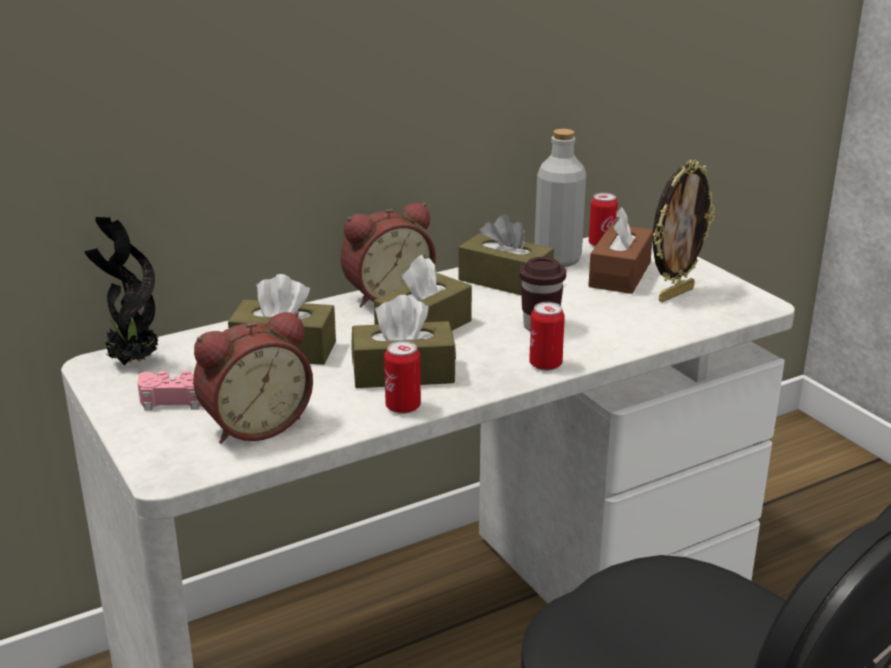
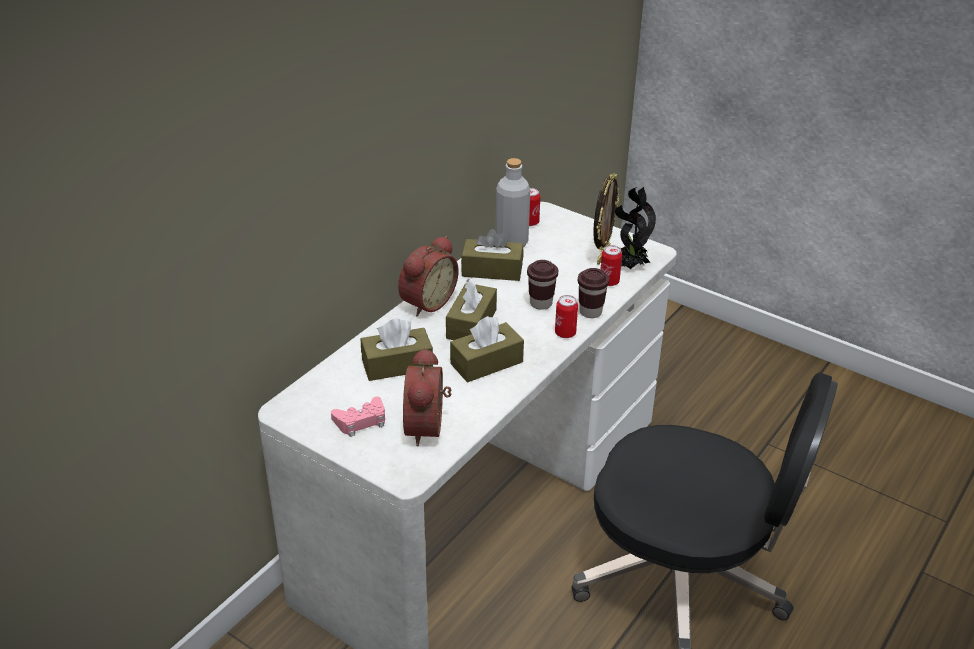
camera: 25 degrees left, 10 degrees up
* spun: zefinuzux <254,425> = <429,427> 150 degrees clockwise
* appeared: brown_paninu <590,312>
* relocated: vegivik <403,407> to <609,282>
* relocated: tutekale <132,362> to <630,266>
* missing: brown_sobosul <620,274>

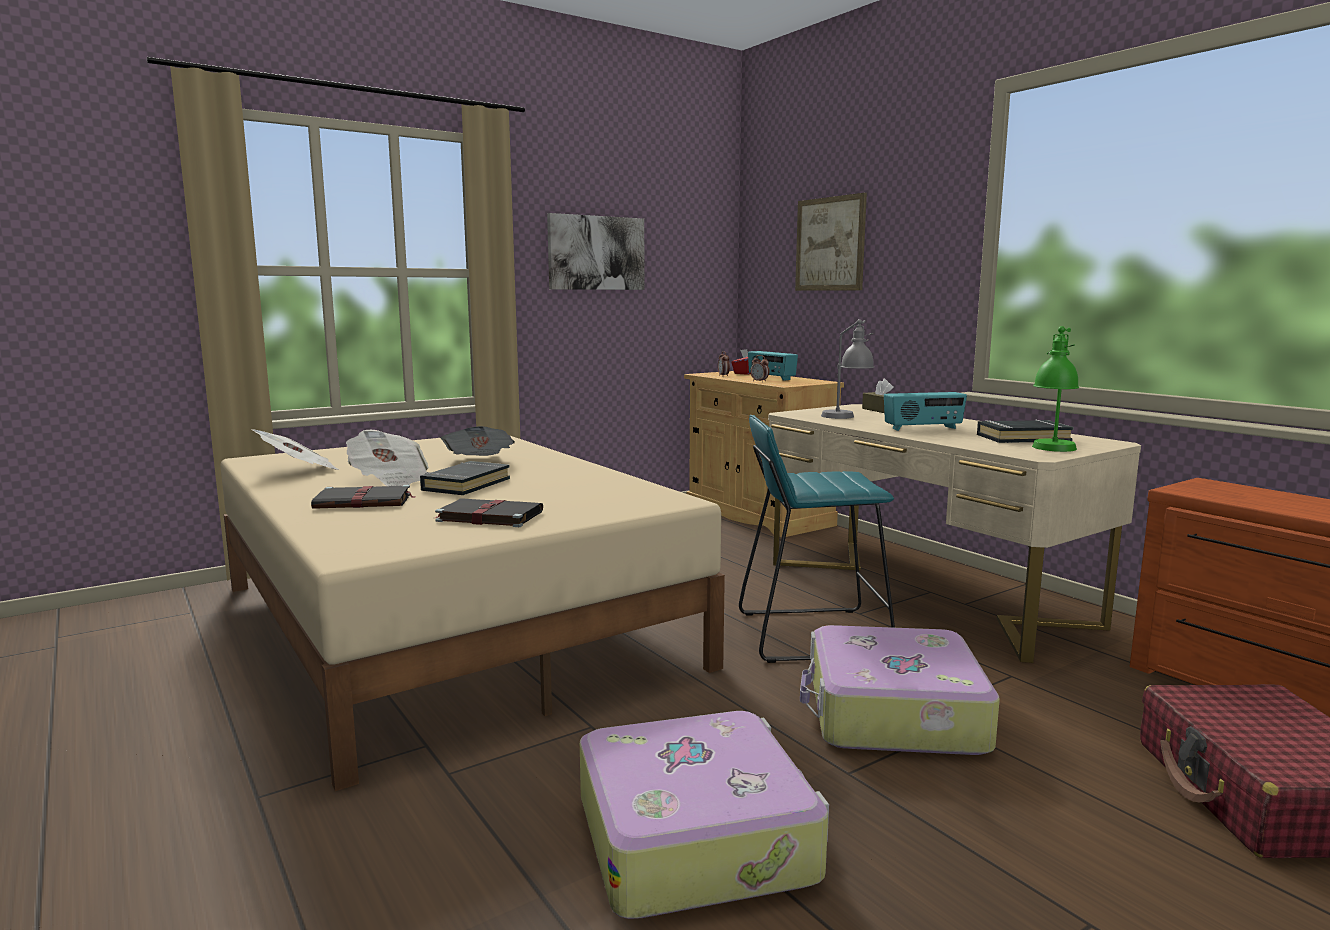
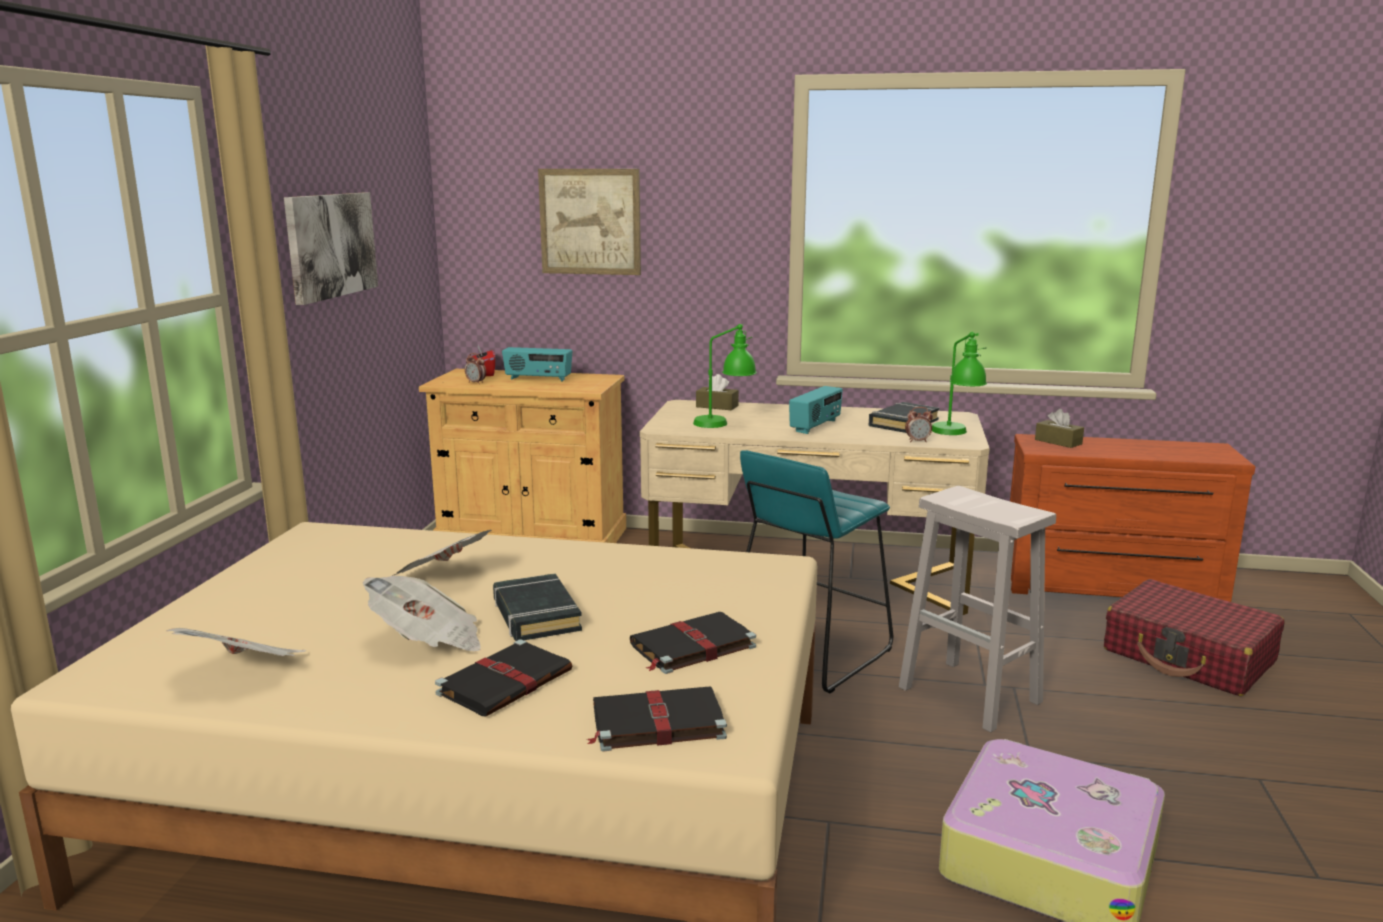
camera: 45 degrees left, 5 degrees up
* appeared: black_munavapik <655,723>
* colour: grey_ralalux <846,418> to green_ralalux <724,424>
* exchanged: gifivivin <892,713> to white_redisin <971,695>
* relocated: zefinuzux <759,381> to <917,441>
* appeared: brown_sobosul <1058,442>

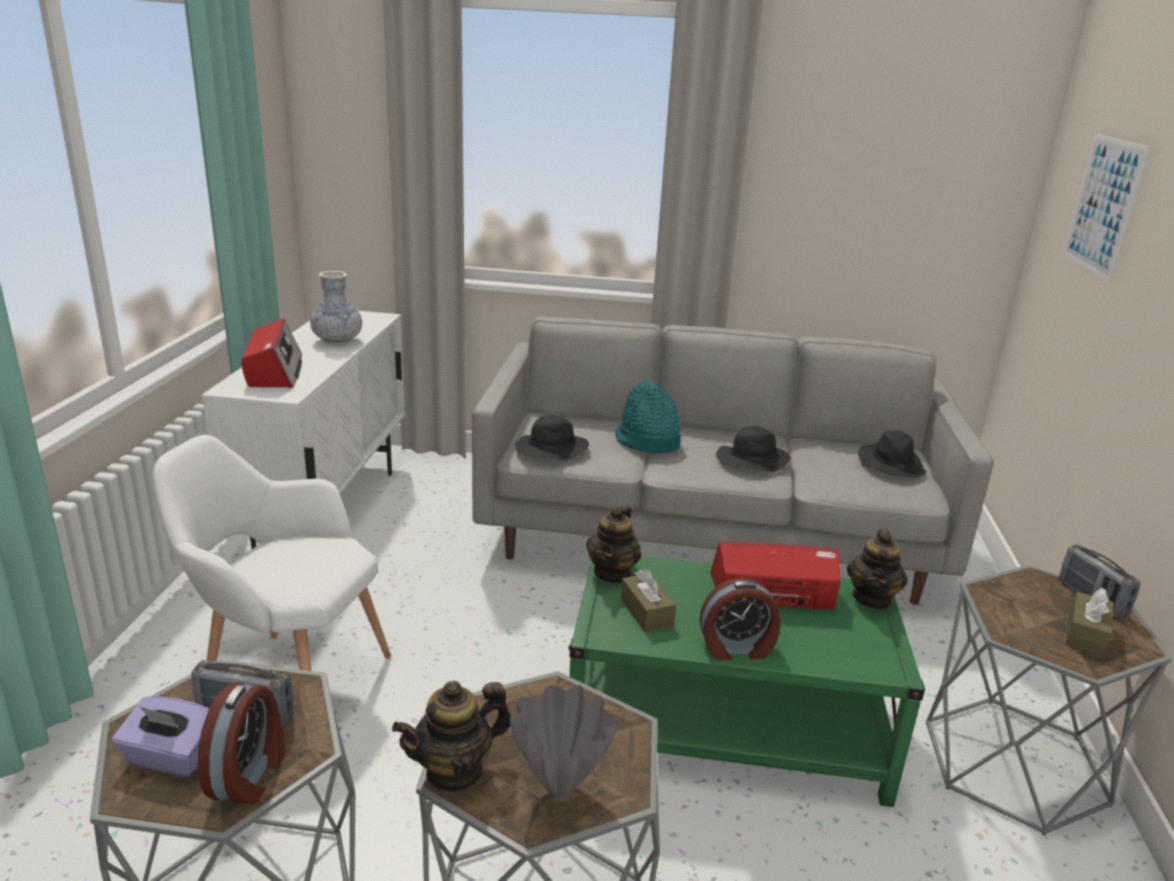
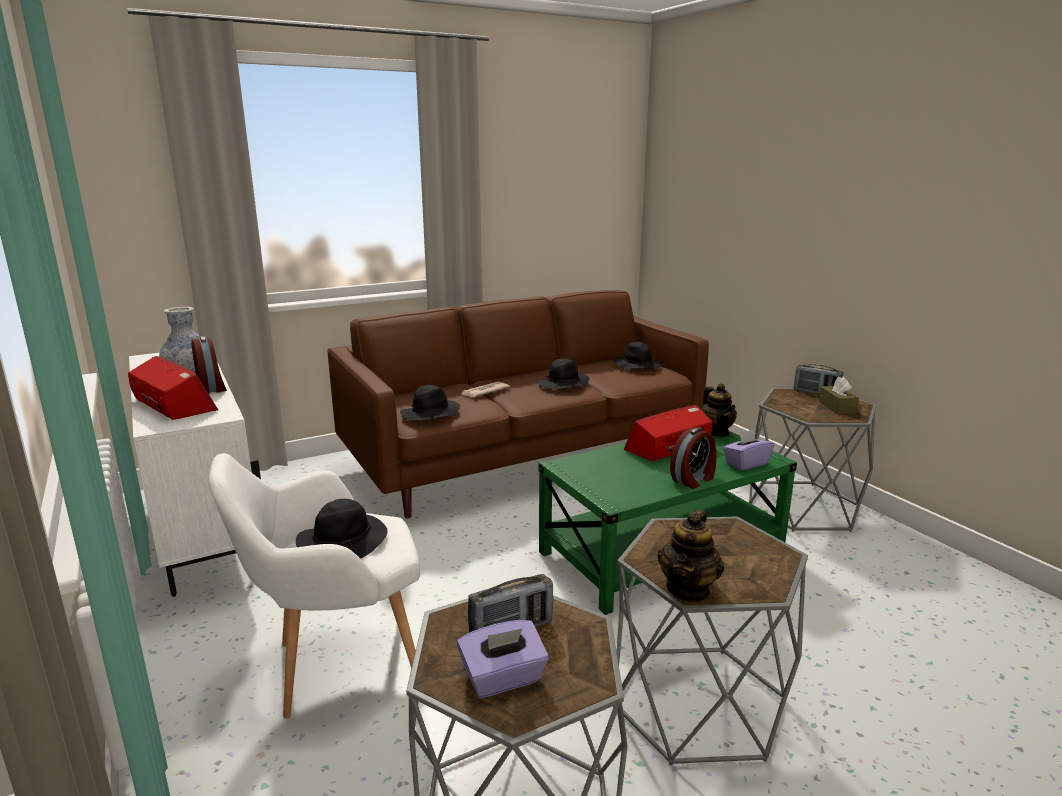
camera: 35 degrees left, 5 degrees down
* relocated: zefinuzux <250,775> to <212,388>
* appeared: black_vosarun <344,541>
* colour: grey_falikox <709,539> to brown_falikox <525,459>
* exchanged: turquoise_vosarun <647,441> to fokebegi <484,392>
* appeared: purple_sobosul <746,463>
* missing: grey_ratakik <560,790>
* missing: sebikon <613,573>
* missing: brown_sobosul <646,613>
* missing: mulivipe <1103,205>

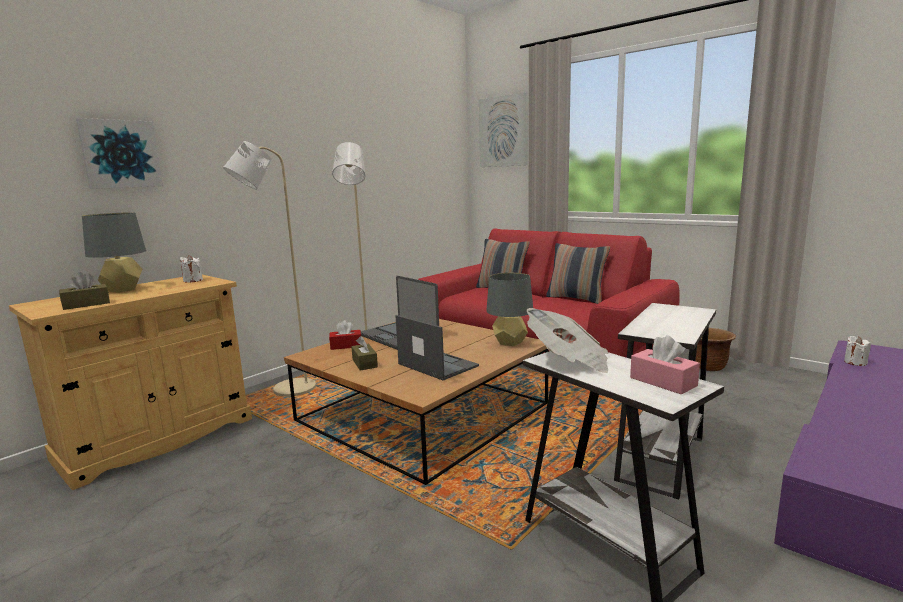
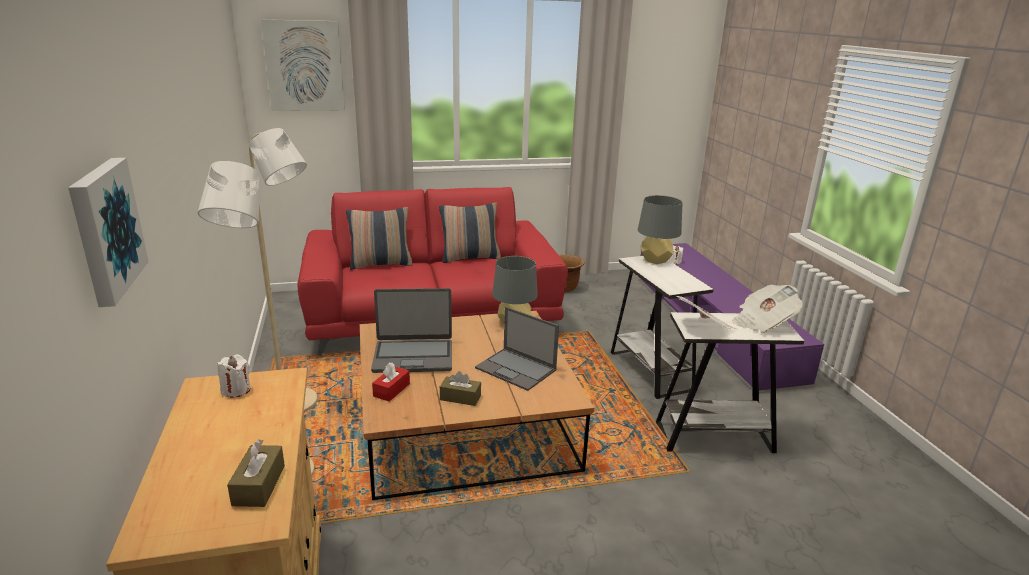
camera: 55 degrees left, 10 degrees up
* spun: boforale <437,365> = <516,369> 135 degrees counterclockwise
* relocated: grey_ralalux <123,290> to <655,260>
* exchanged: pink_sobosul <663,382> to fokebegi <762,322>

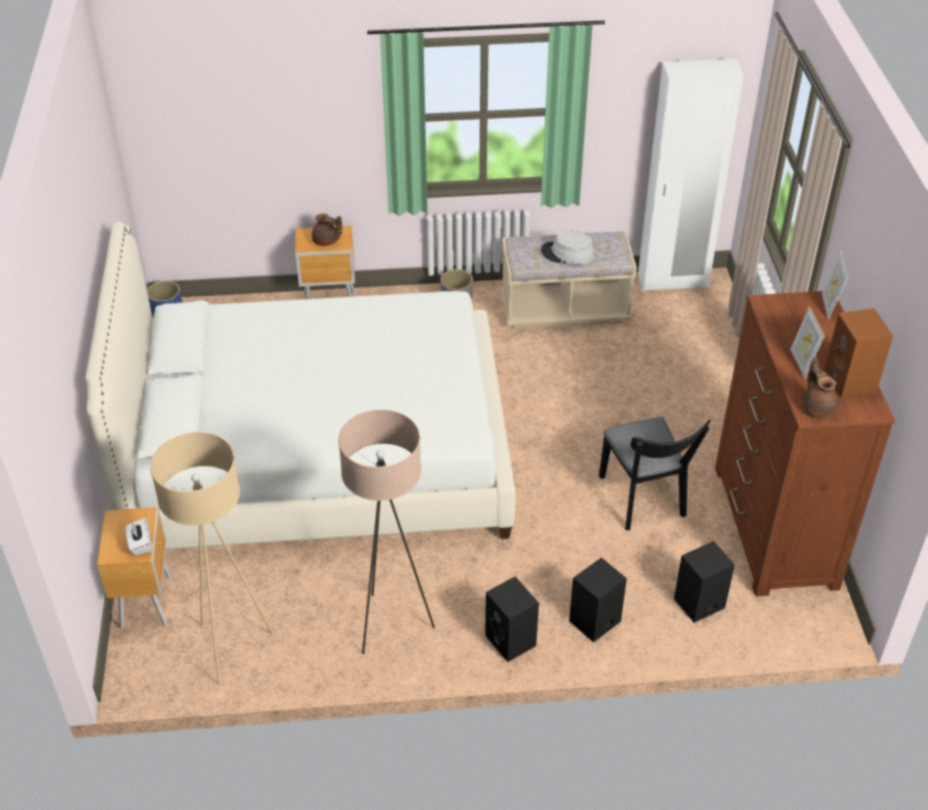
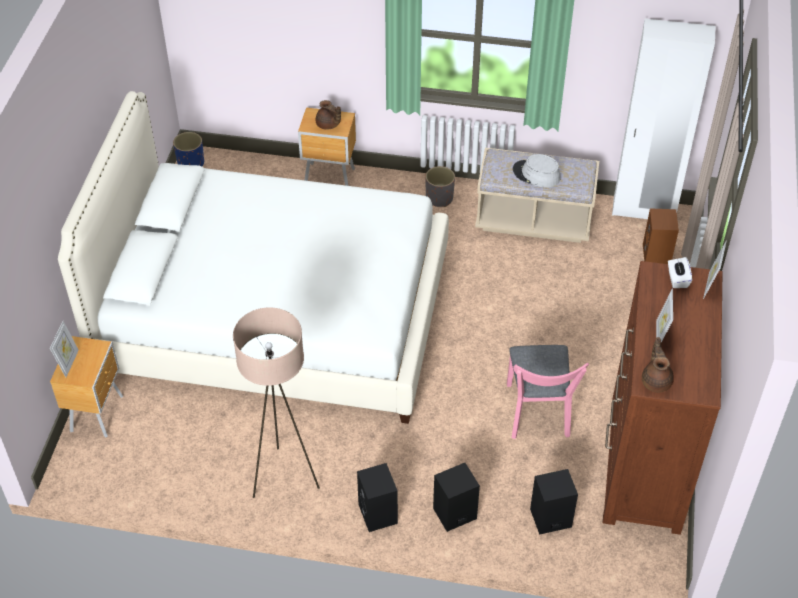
camera: 15 degrees right, 5 degrees up
* appeared: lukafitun <68,363>
* colour: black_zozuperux <644,501> to pink_zozuperux <537,415>
* relocated: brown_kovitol <851,382> to <657,255>
* relocated: white_sobosul <140,544> to <677,279>
* missing: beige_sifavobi <230,647>

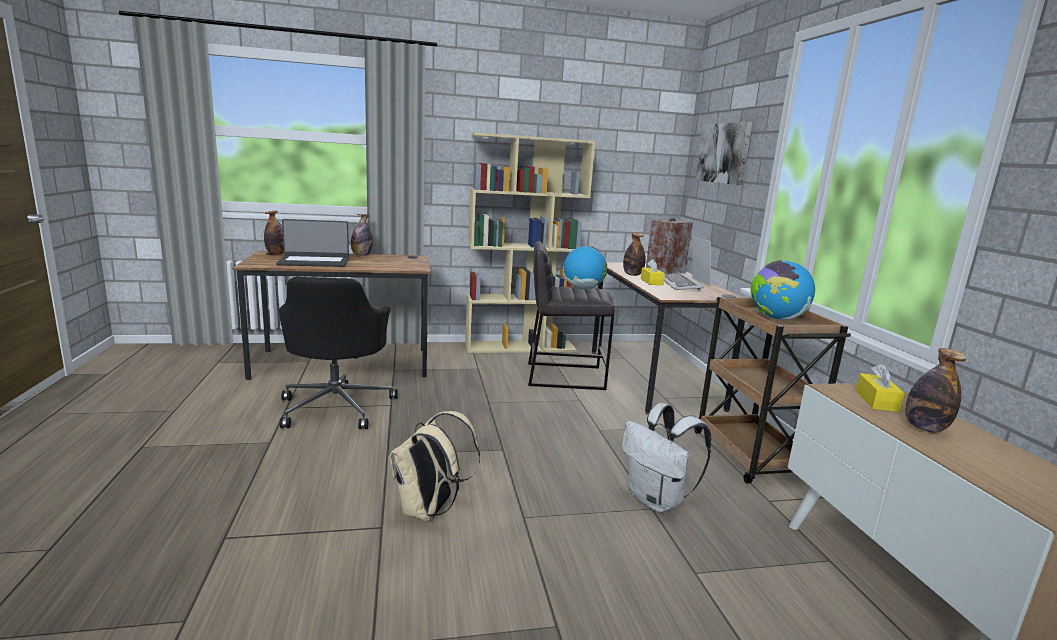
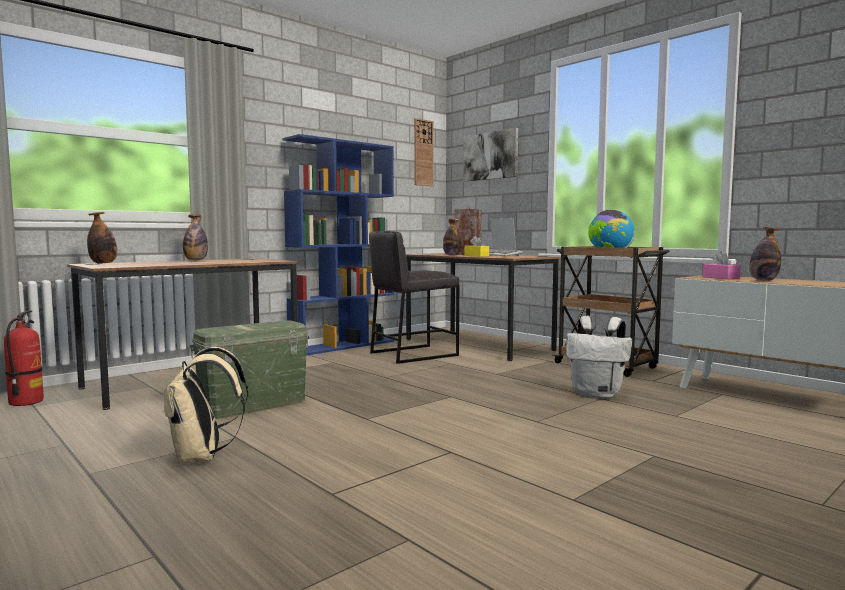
camera: 30 degrees left, 10 degrees down
* appeared: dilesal <26,402>
* relocated: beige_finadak <429,510> to <202,457>
* exchanged: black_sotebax <337,406> to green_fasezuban <253,405>
* colour: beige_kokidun <521,347> to blue_kokidun <343,345>
* appeared: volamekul <423,153>
* colour: yellow_sobosul <876,401> to pink_sobosul <720,278>
* missing: boforale <314,262>
* missing: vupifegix <583,289>

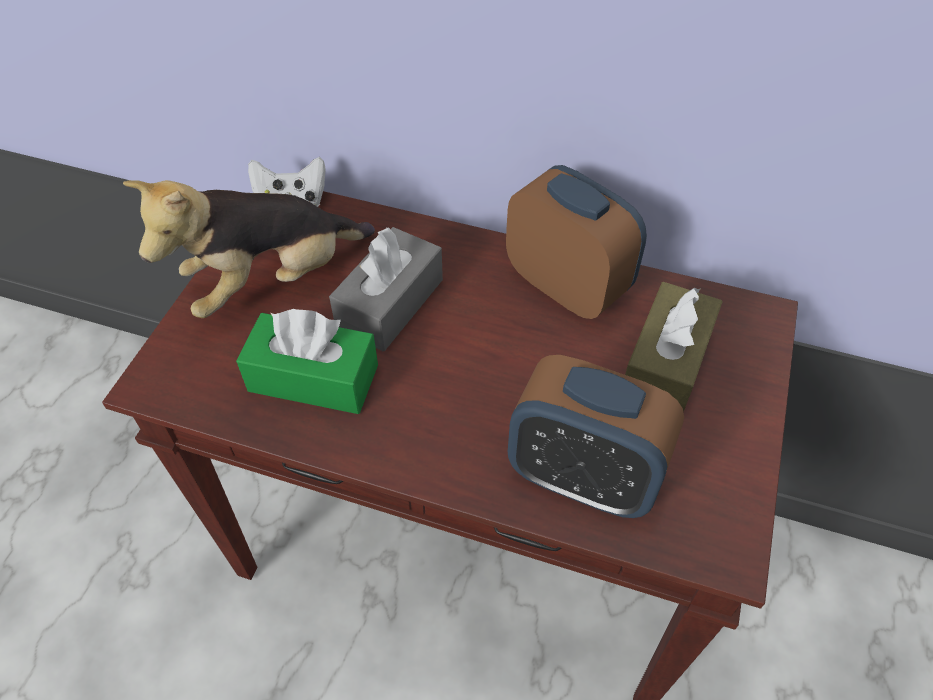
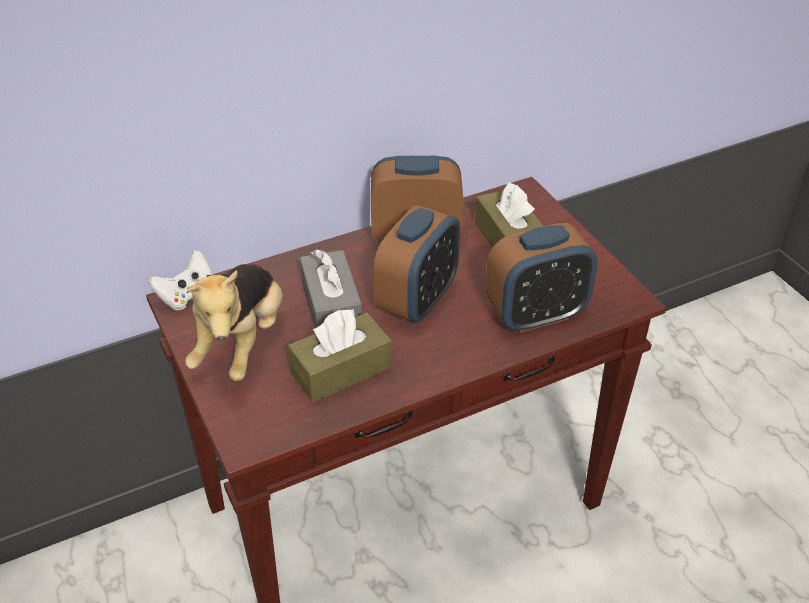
camera: 45 degrees left, 10 degrees down
* colour: green_sobosul <313,378> to brown_sobosul <341,370>
* appeared: zefinuzux <417,300>

